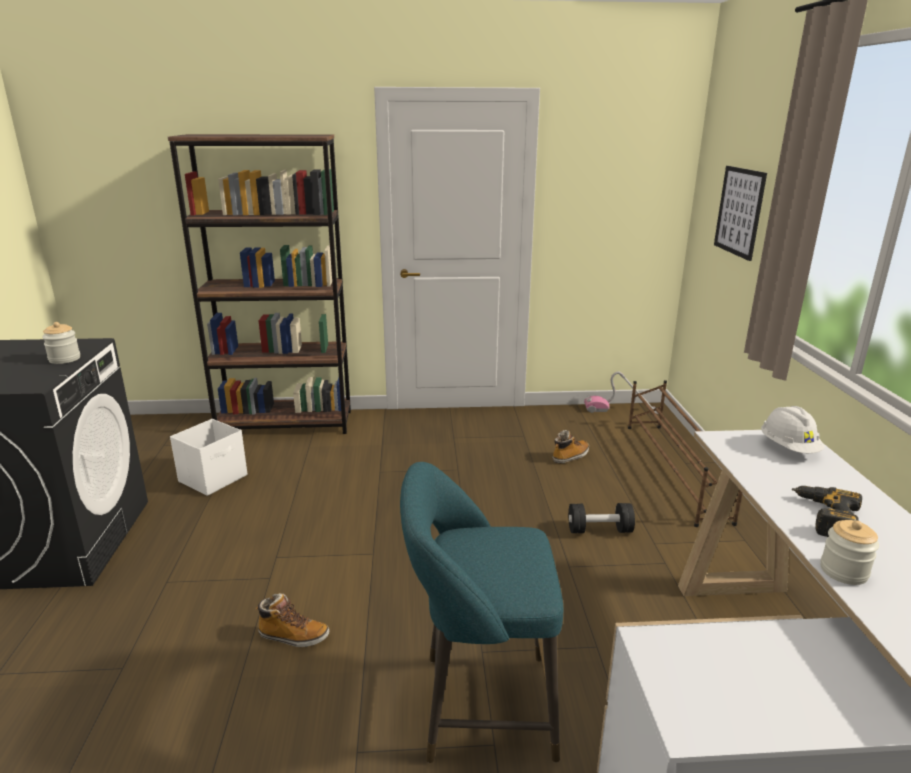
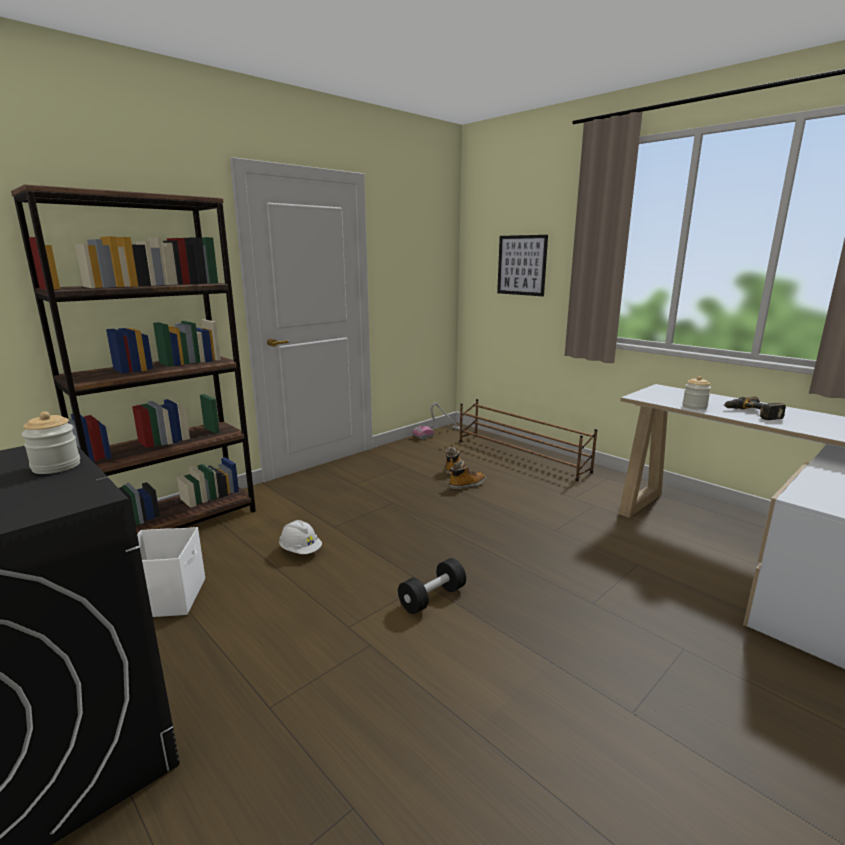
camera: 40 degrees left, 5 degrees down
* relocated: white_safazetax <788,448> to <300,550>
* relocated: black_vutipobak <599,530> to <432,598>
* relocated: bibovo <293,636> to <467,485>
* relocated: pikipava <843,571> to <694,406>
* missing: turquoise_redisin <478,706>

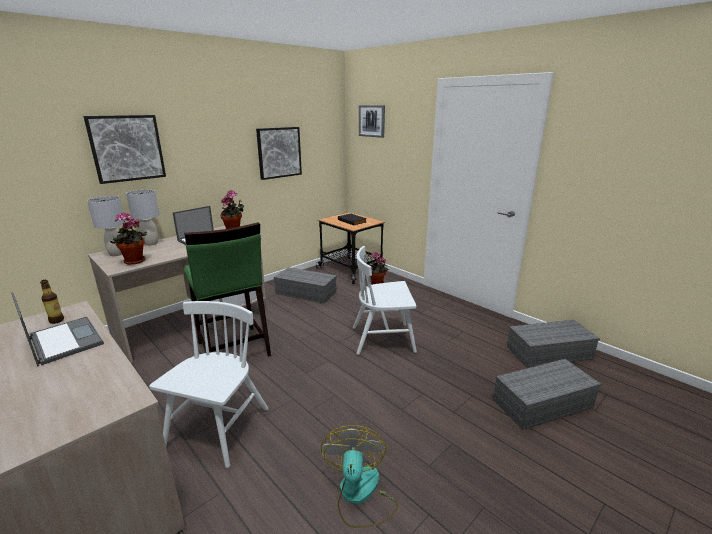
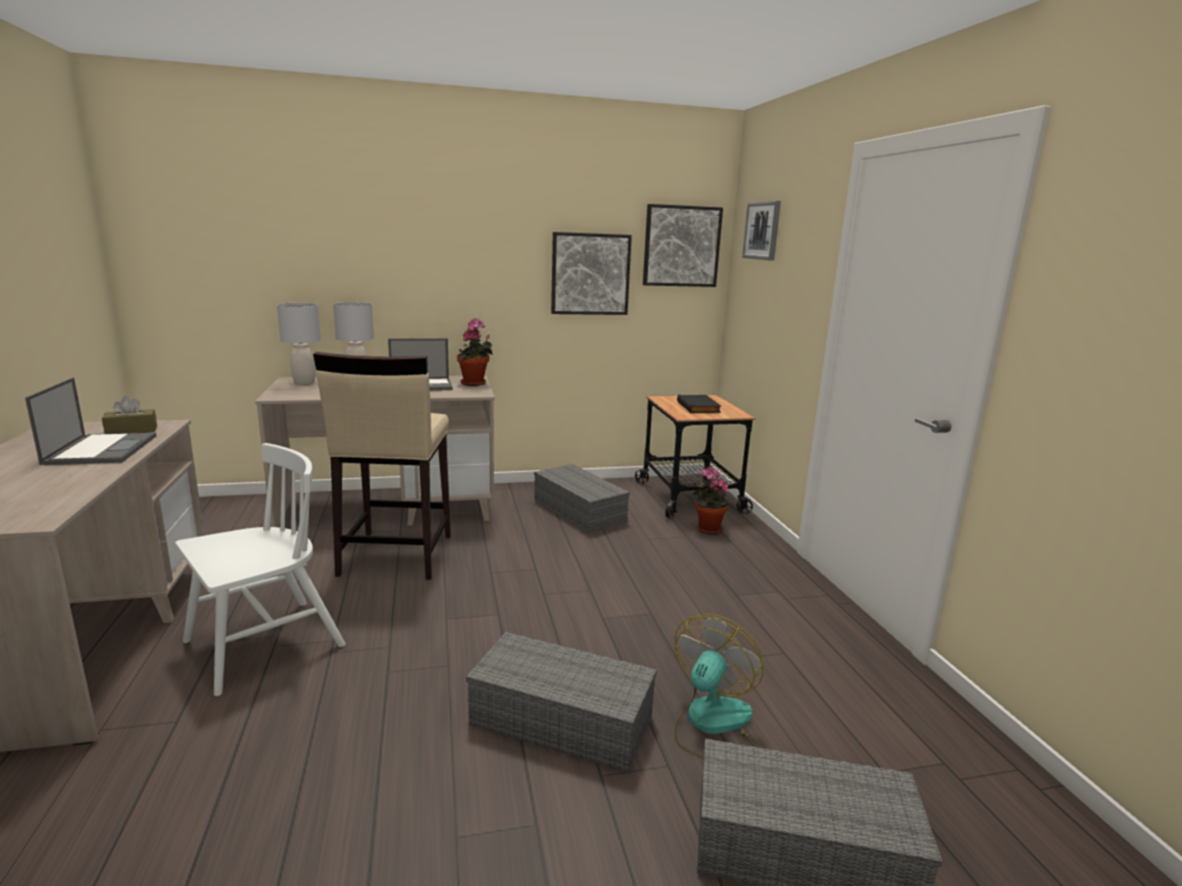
camera: 30 degrees right, 5 degrees down
* exchanged: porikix <57,320> to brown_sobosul <131,430>
* colour: green_redisin <233,349> to beige_redisin <395,555>
* relocated: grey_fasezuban <549,352> to <564,719>
* relocated: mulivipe <127,148> to <681,246>
* relocated: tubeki <360,495> to <712,725>
* missing: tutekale <134,262>
* missing: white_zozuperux <383,339>

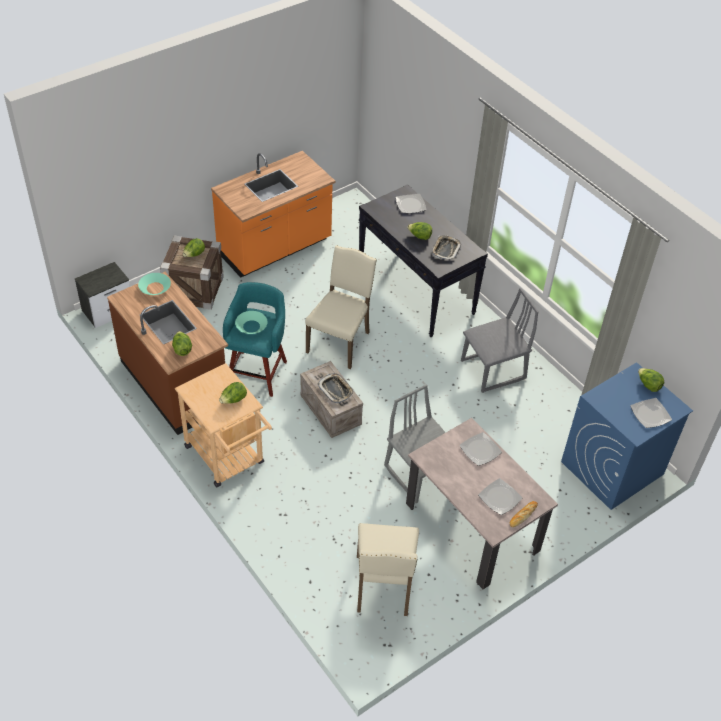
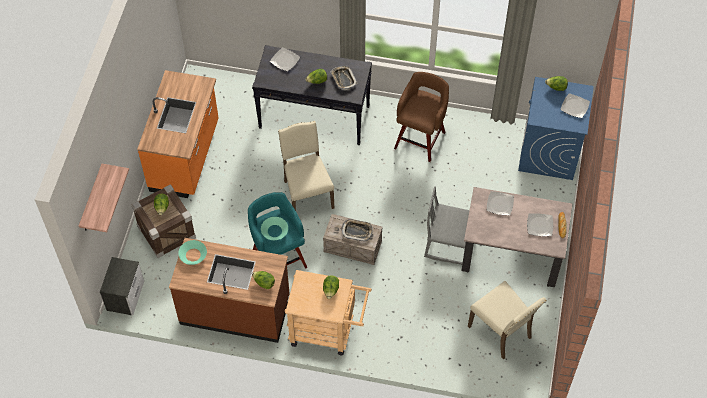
camera: 40 degrees left, 10 degrees up
* appeared: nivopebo <92,200>
* exchanged: grey_zozuperux <493,370> to brown_redisin <420,139>

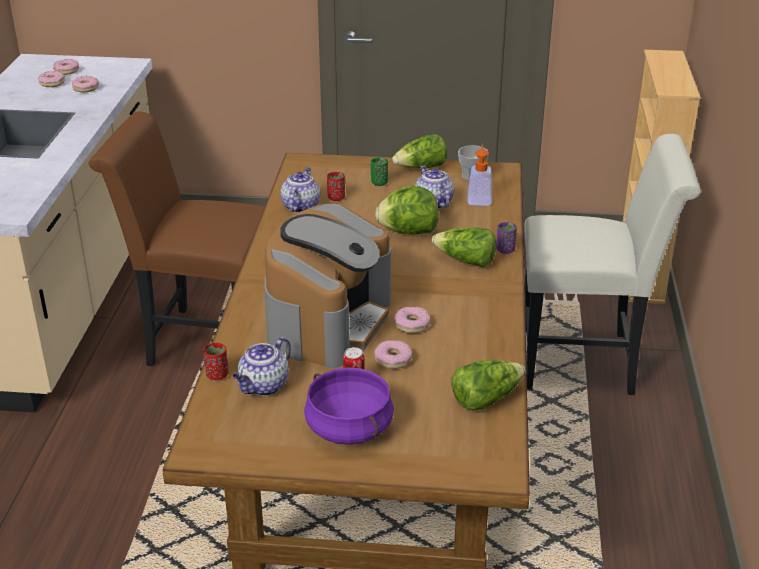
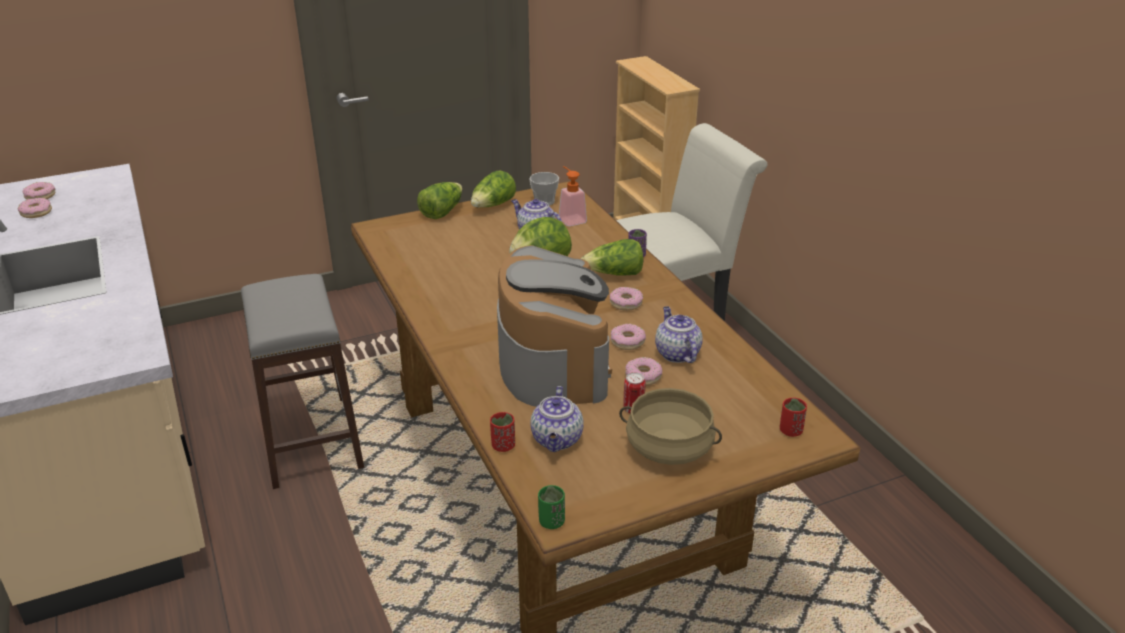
camera: 30 degrees left, 0 degrees up
* exchanged: brown_zozuperux <202,341> to grey_redisin <310,441>
* relocated: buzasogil <485,398> to <442,212>
* relocated: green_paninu <379,183> to <551,522>
* relocated: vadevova <86,88> to <626,303>
* colour: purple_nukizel <348,428> to beige_nukizel <668,448>
* relocated: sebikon <300,206> to <676,353>
* relocated: red_paninu <336,198> to <790,431>

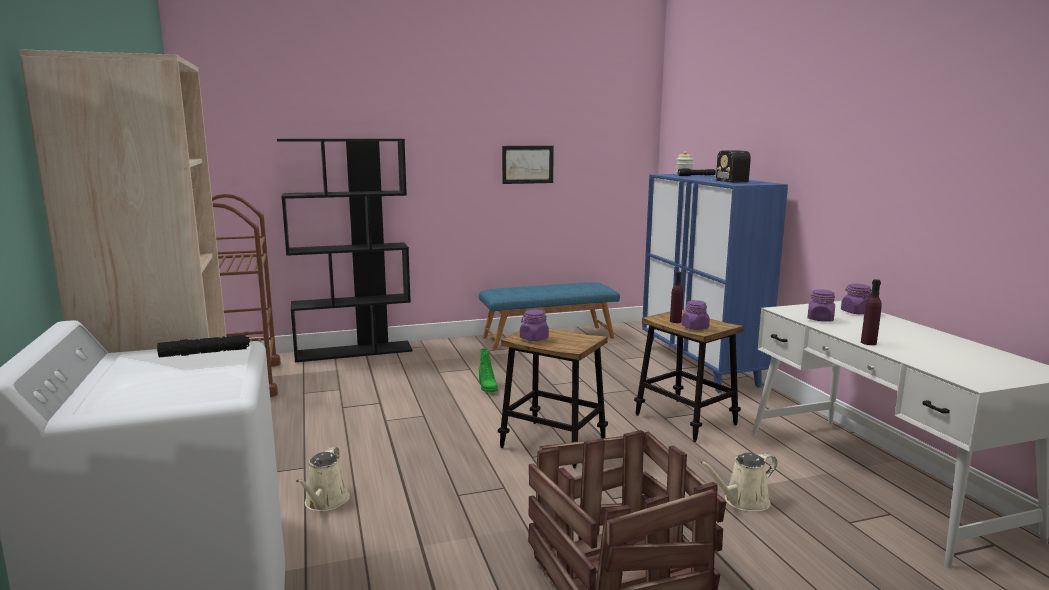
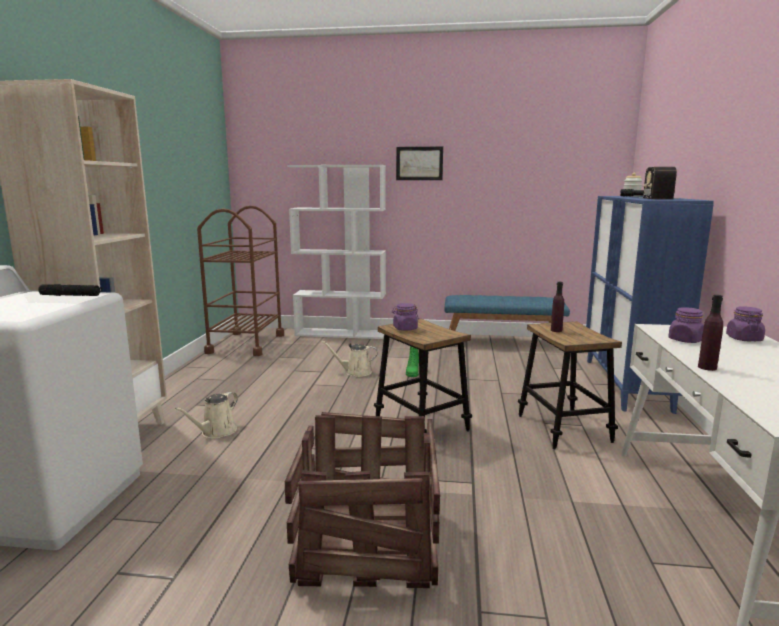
camera: 25 degrees right, 0 degrees up
* colour: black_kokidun <354,351> to white_kokidun <341,333>
* relocated: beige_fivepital <743,502> to <355,372>
* relocated: mulivipe <527,164> to <419,163>
* missing: purple_pikipava <694,327>

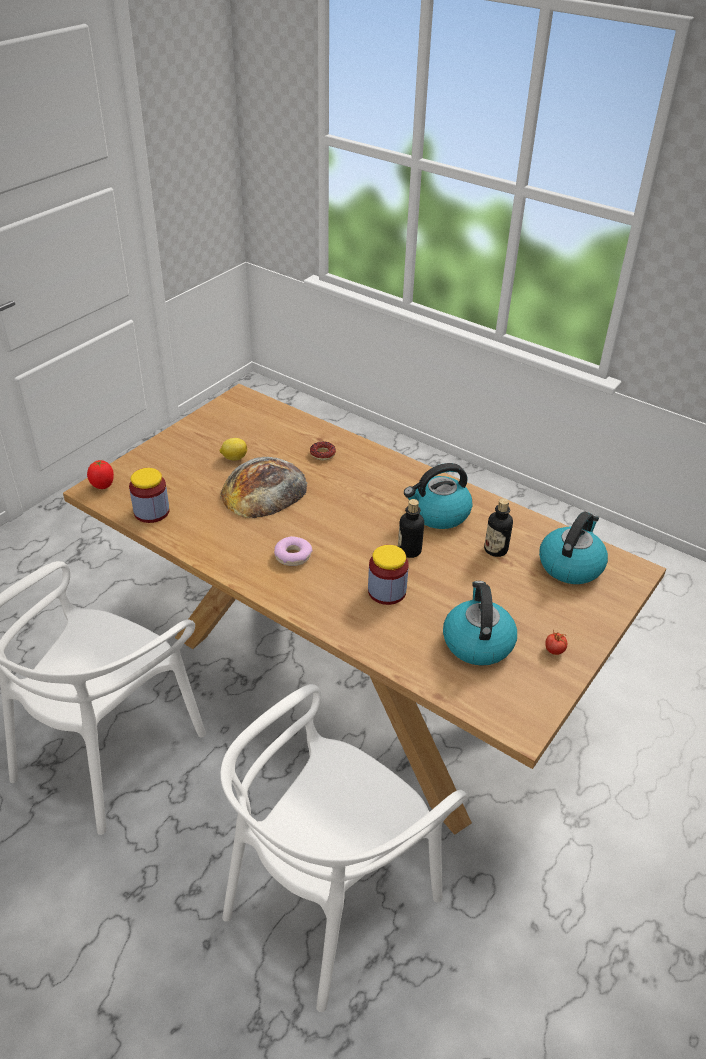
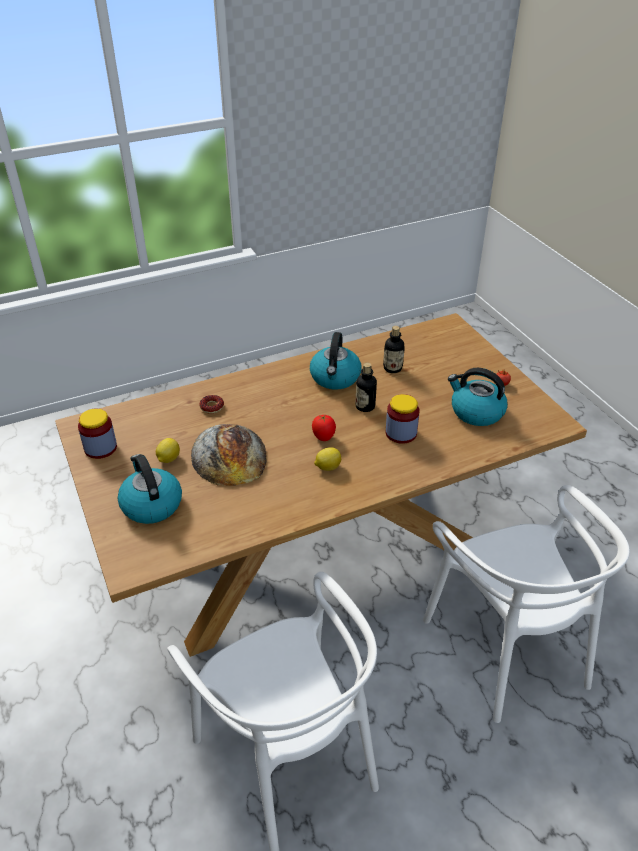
camera: 60 degrees left, 0 degrees up
* relocated: pikipava <151,512> to <100,448>
* relocated: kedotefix <570,565> to <151,504>
* relocated: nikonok <103,486> to <324,438>
* exchanged: vadevova <293,556> to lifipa <327,467>

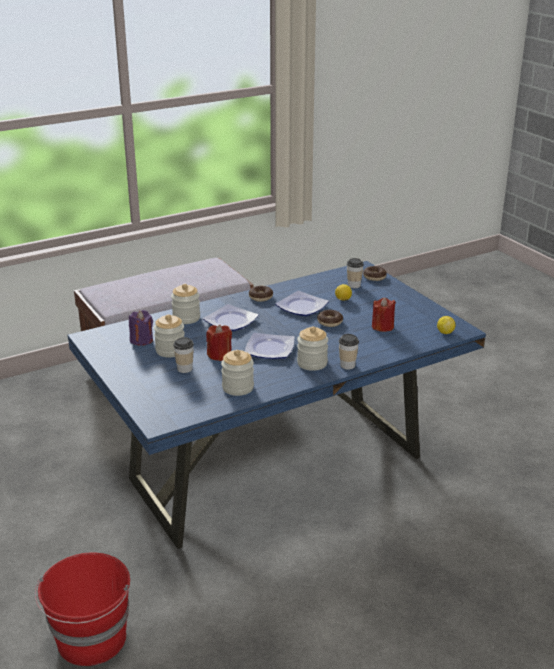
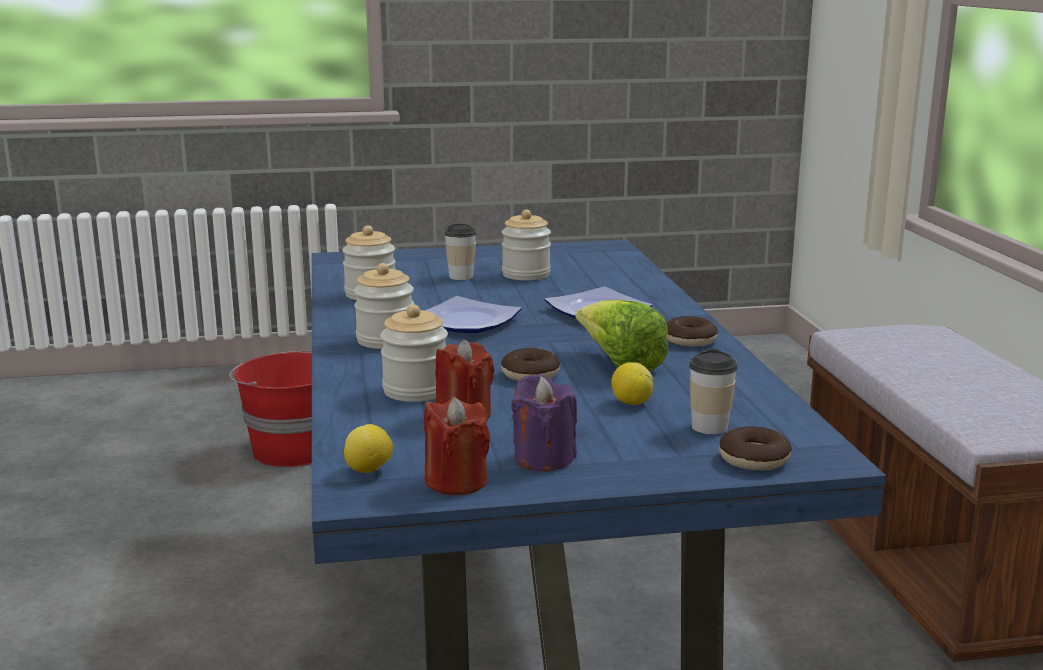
camera: 110 degrees right, 10 degrees down
* relocated: pikipava <186,318> to <415,391>
* relocated: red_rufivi <219,355> to <456,481>
* relocated: purple_rufivi <141,340> to <543,458>
* exchanged: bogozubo <303,307> to buzasogil <619,365>
* missing: paninu <347,365>

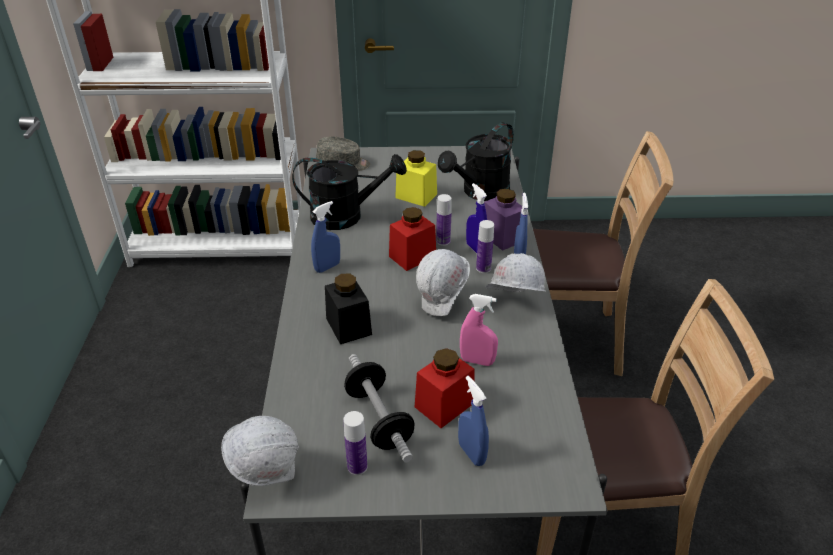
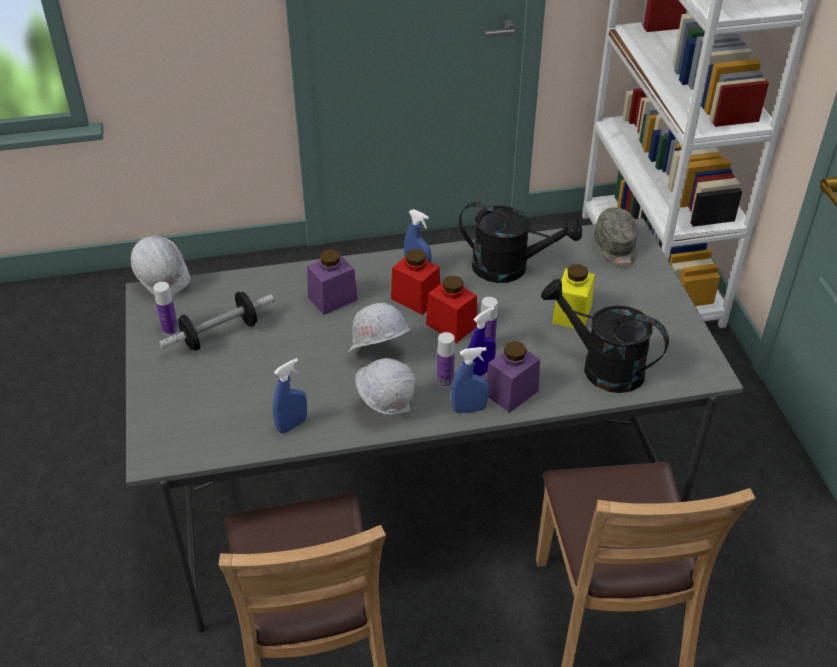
camera: 80 degrees right, 5 degrees up
* relocated: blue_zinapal <471,453> to <292,425>
* colour: black_pikipava <348,326> to purple_pikipava <332,299>
* relocated: red_pikipava <444,405> to <415,298>
* spun: black_fivepital <346,216> = <510,268> 60 degrees counterclockwise
* missing: pink_zinapal <477,361>

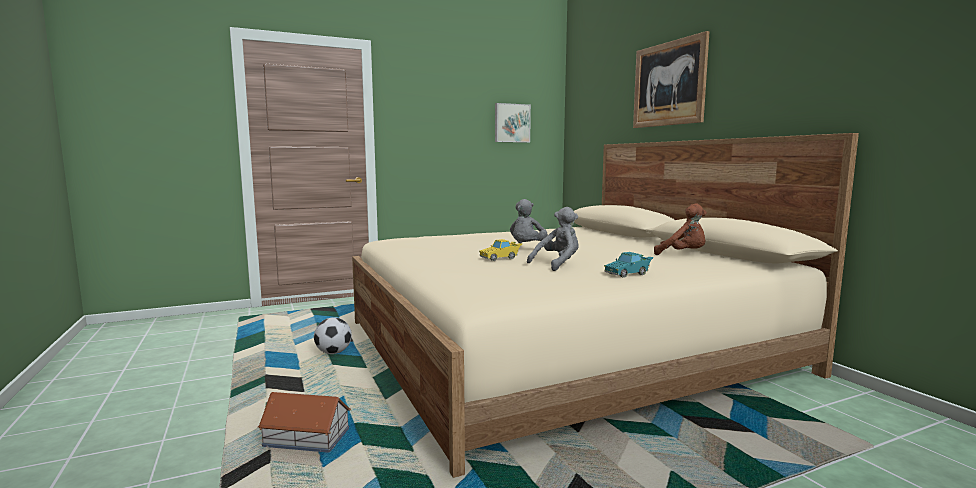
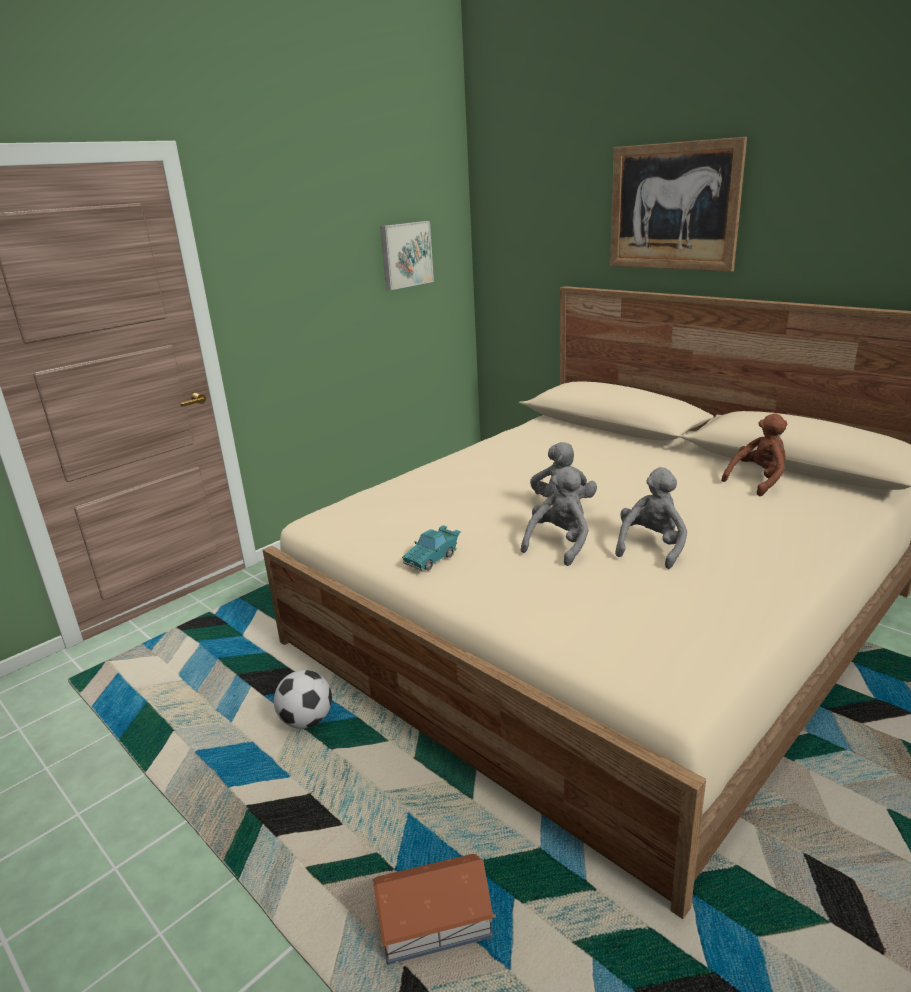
camera: 20 degrees left, 15 degrees up
* relocated: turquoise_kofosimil <628,274> to <433,558>
* exchanged: yellow_kofosimil <500,258> to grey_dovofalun <559,544>
* spun: brown_dovofalun <682,254> = <758,481> 45 degrees counterclockwise

